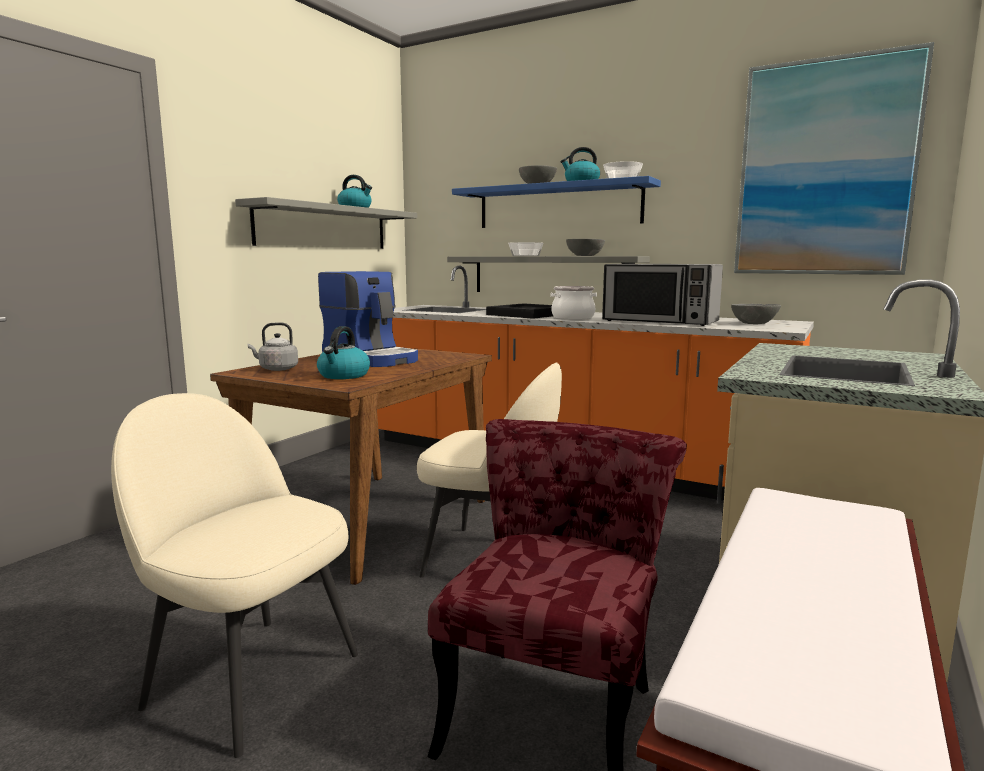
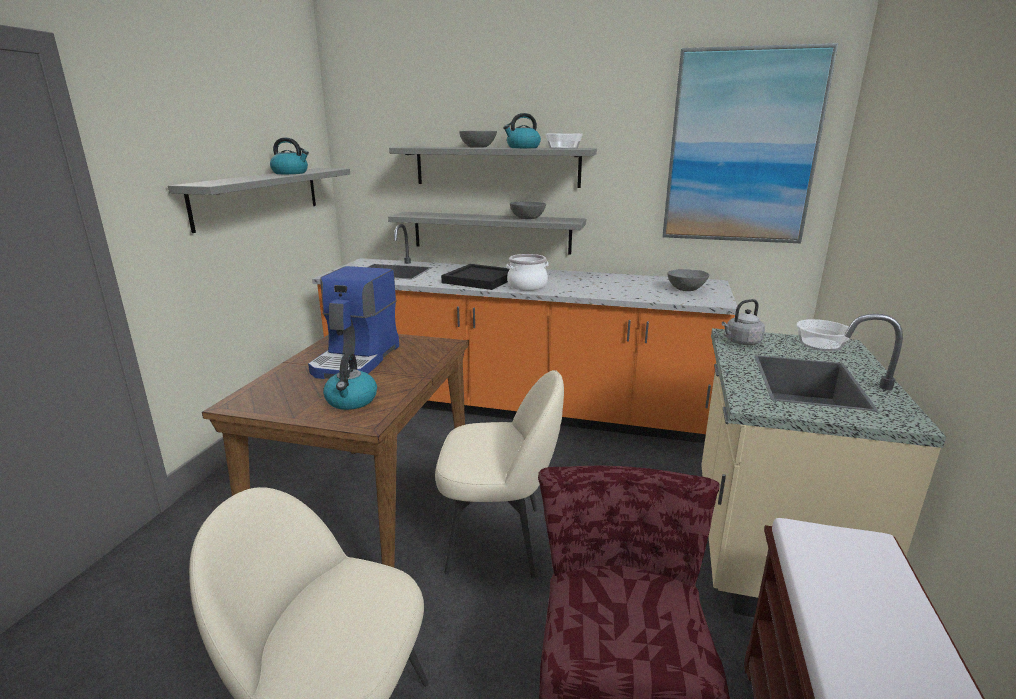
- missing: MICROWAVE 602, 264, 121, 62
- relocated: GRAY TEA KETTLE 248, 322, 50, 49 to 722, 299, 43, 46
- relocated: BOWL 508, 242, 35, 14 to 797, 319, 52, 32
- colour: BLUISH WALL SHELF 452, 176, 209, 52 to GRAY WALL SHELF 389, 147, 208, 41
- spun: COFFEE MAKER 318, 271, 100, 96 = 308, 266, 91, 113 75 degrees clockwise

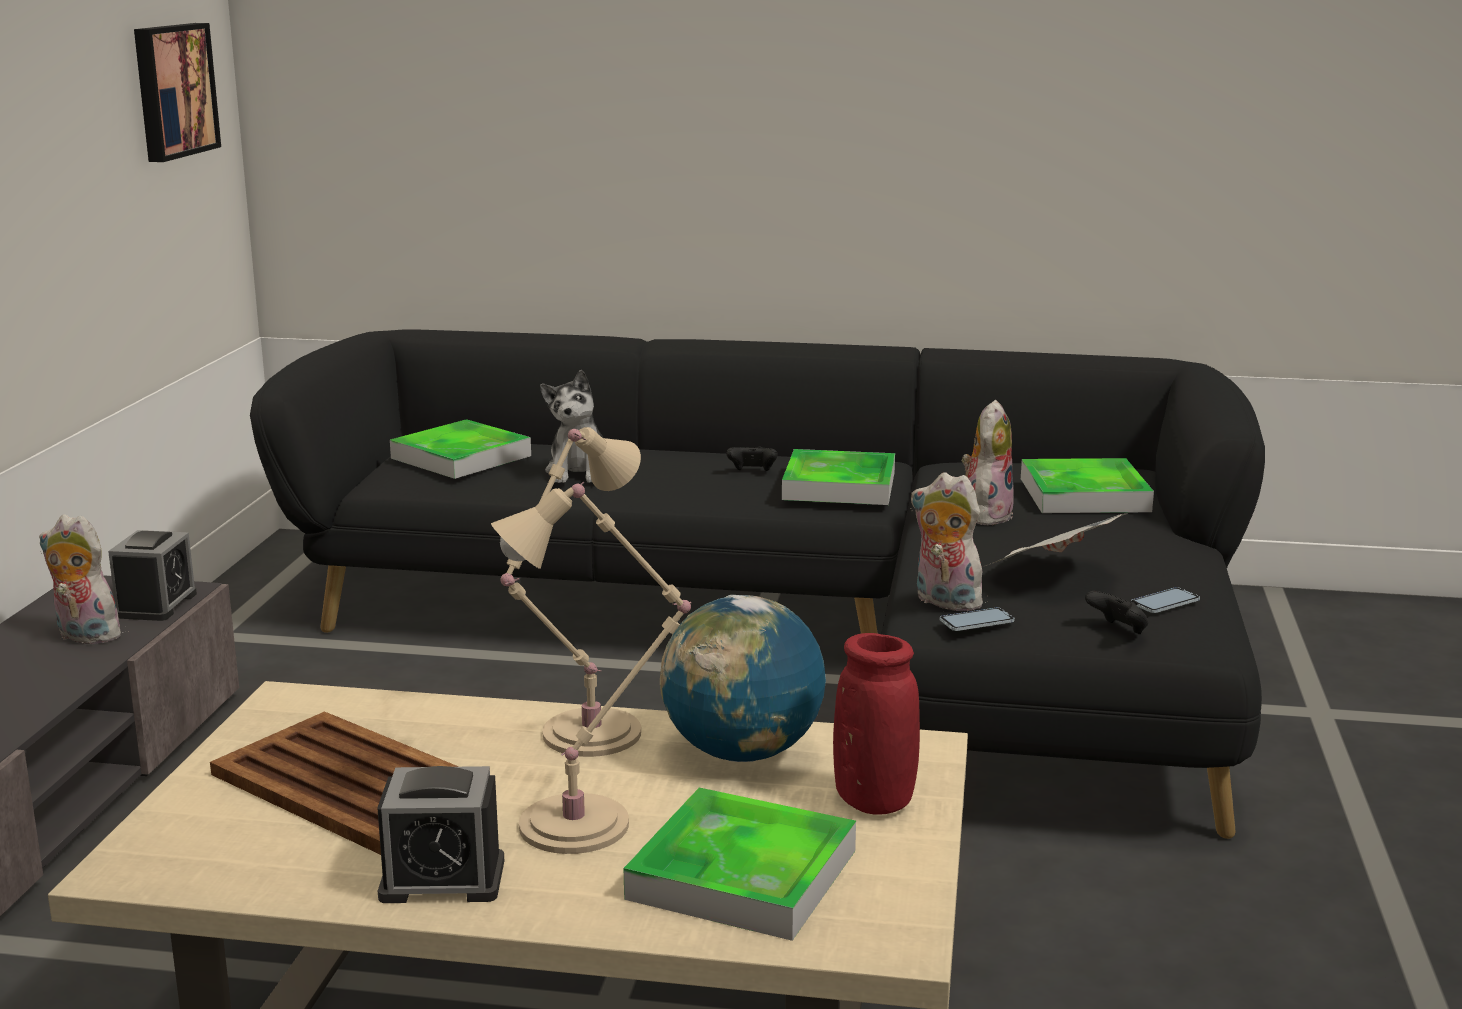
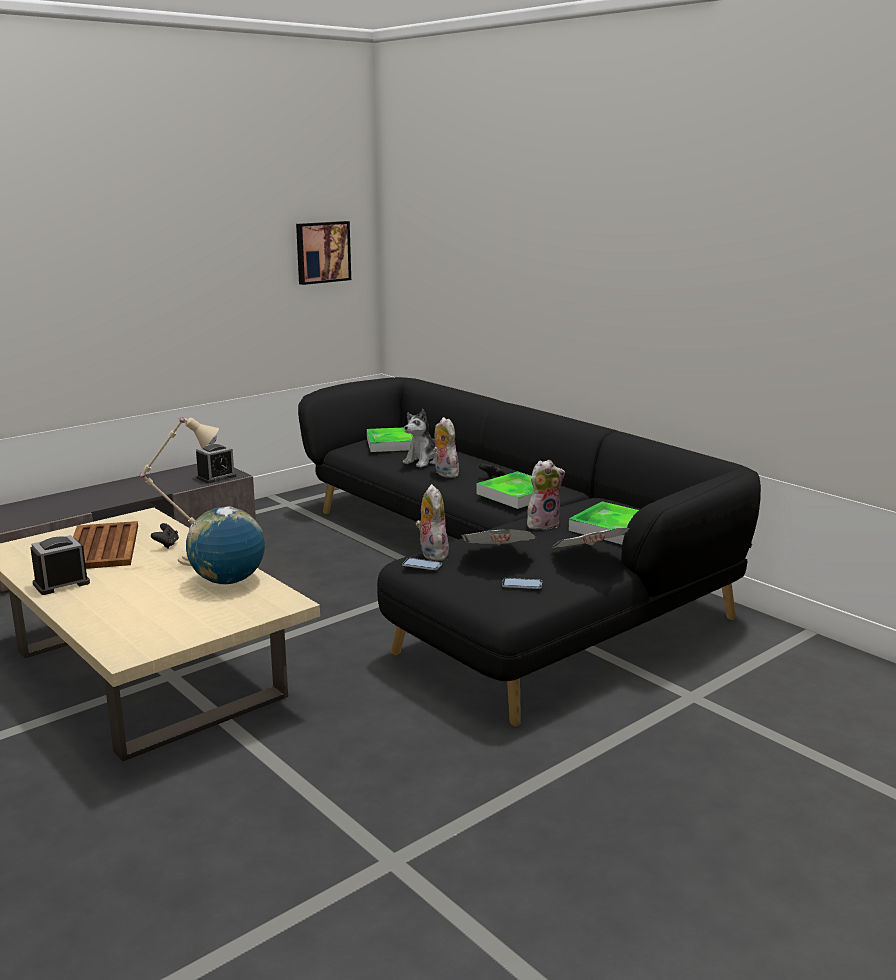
- missing: SAND-COLOURED LAMP FOR A TABLE 491, 481, 200, 373
- missing: SERVING TRAY 623, 788, 233, 153
- missing: REDDISH DECORATIVE VASE 833, 633, 87, 182
- appeared: PRINTED PAPER 551, 528, 79, 20
- relocated: SOFT TOY 39, 514, 84, 130 to 433, 417, 26, 61
- relocated: BLACK-COLOURED GAME CONTROLLER 1085, 591, 64, 43 to 151, 523, 28, 26
- spun: ALARM CLOCK 377, 766, 127, 137 = 31, 535, 59, 60 105 degrees clockwise

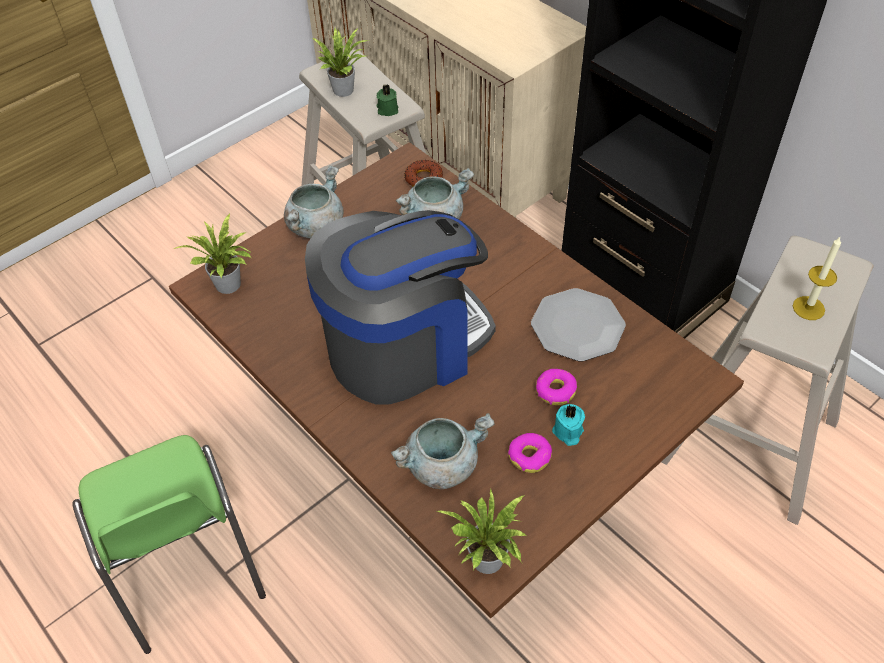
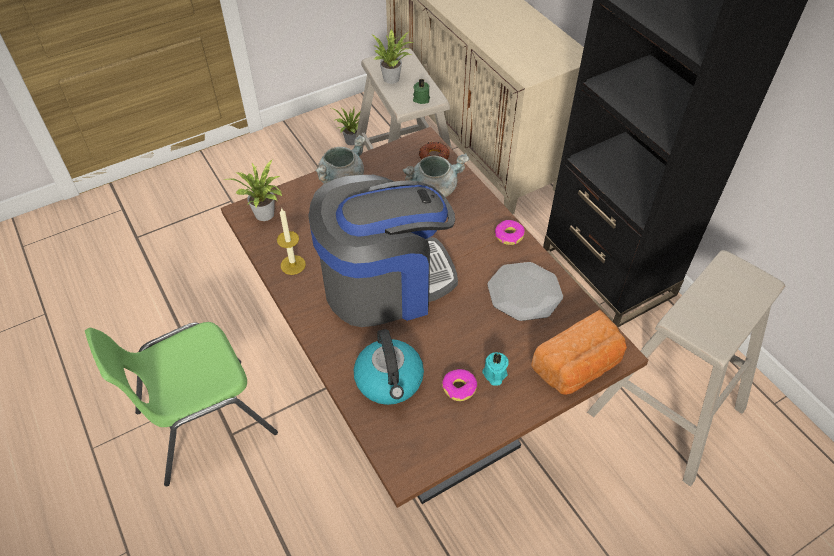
- appeared: BAKED BREAD 531, 310, 96, 85
- relocated: POTTED PLANT 437, 488, 90, 86 to 331, 107, 29, 38
- relocated: RING DOUGHNUT 536, 369, 41, 36 to 495, 220, 30, 25
- relocated: CANDLE 793, 237, 48, 83 to 277, 208, 29, 67
- exchanged: GRAY STOCKPOT 391, 413, 104, 76 to TEA KETTLE 354, 329, 70, 76
- spun: GREENISH UPRIGHT CHAIR 72, 435, 194, 219 = 85, 322, 193, 164 75 degrees clockwise

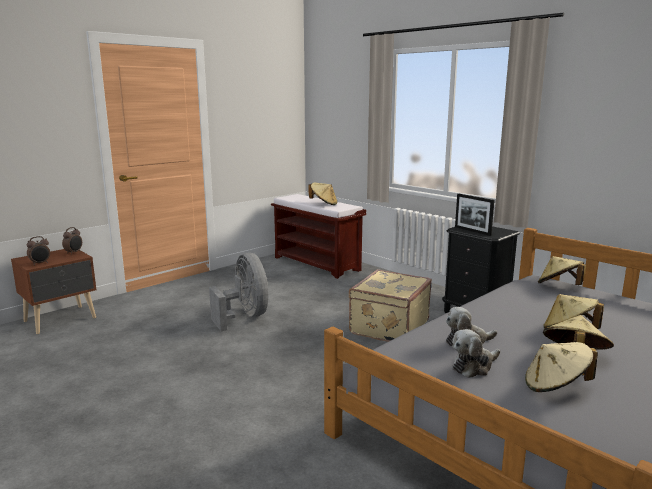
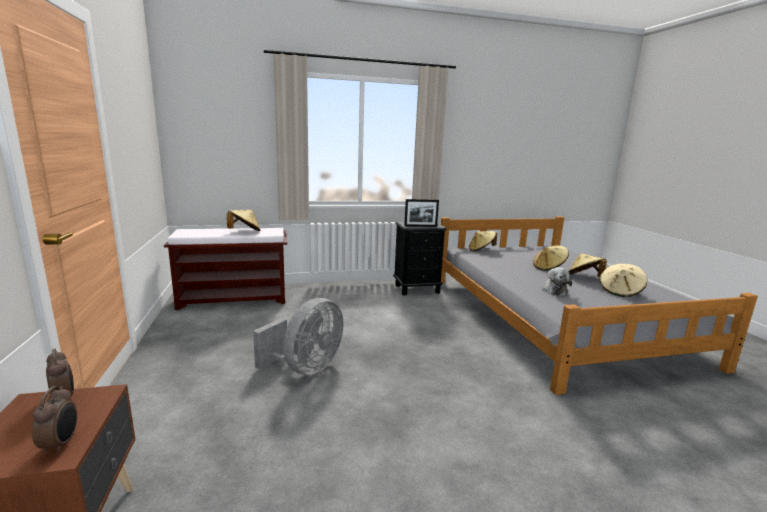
- missing: SAND-COLOURED TRAVEL CASE 349, 269, 83, 73
- missing: SOFT TOY 452, 329, 48, 49
- spun: GRAY COOLING FAN 209, 253, 60, 78 = 253, 298, 91, 77 120 degrees clockwise

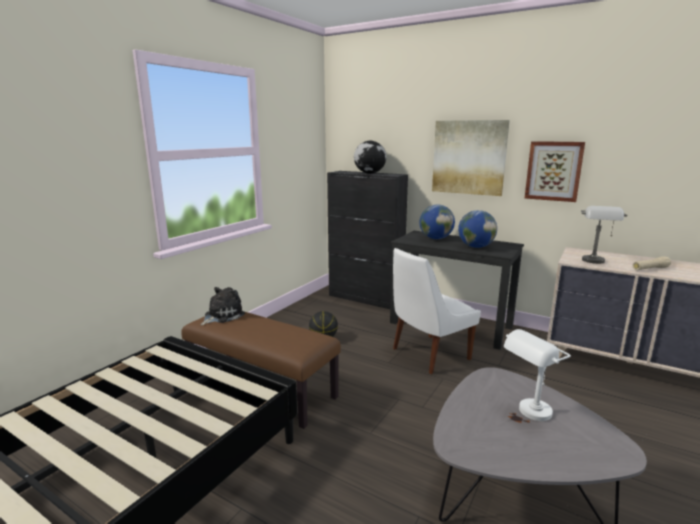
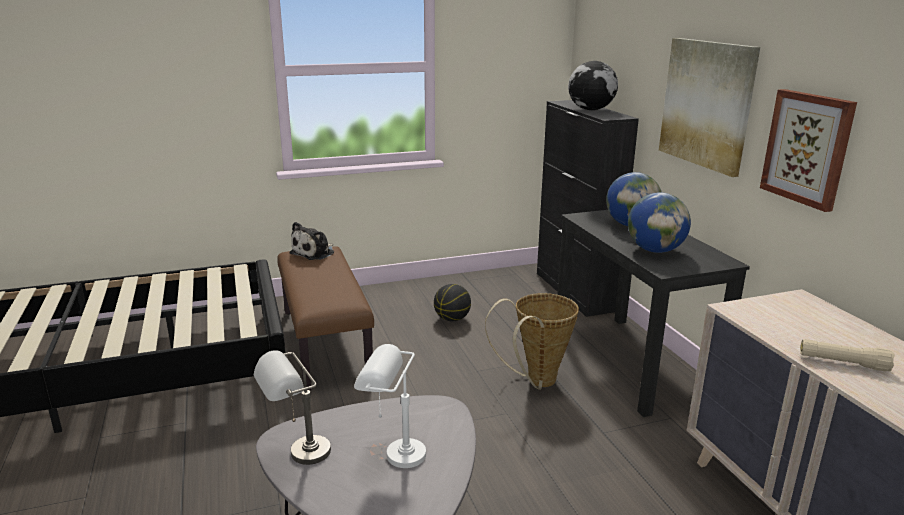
- relocated: GRAY LAMP FOR A TABLE 581, 206, 46, 58 to 254, 350, 77, 115
- exchanged: WHITE UPRIGHT CHAIR 393, 248, 88, 126 to STORAGE BASKET 485, 293, 94, 97
- spun: SOFT TOY 200, 287, 45, 38 = 289, 222, 45, 38 135 degrees clockwise

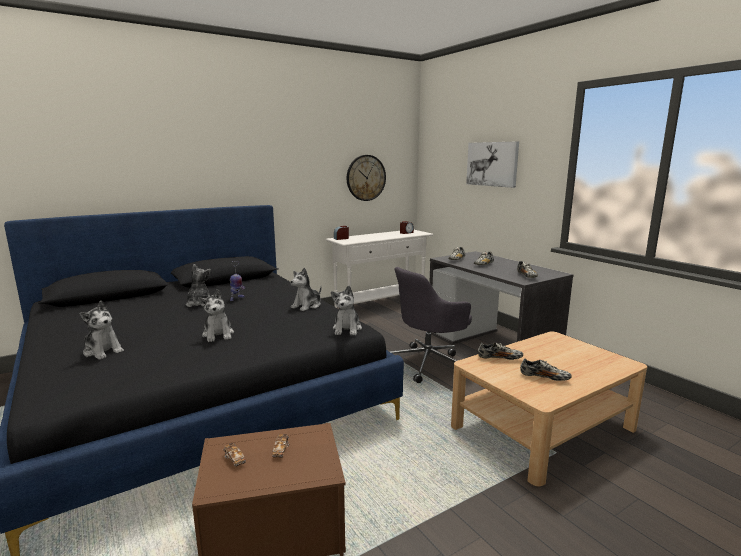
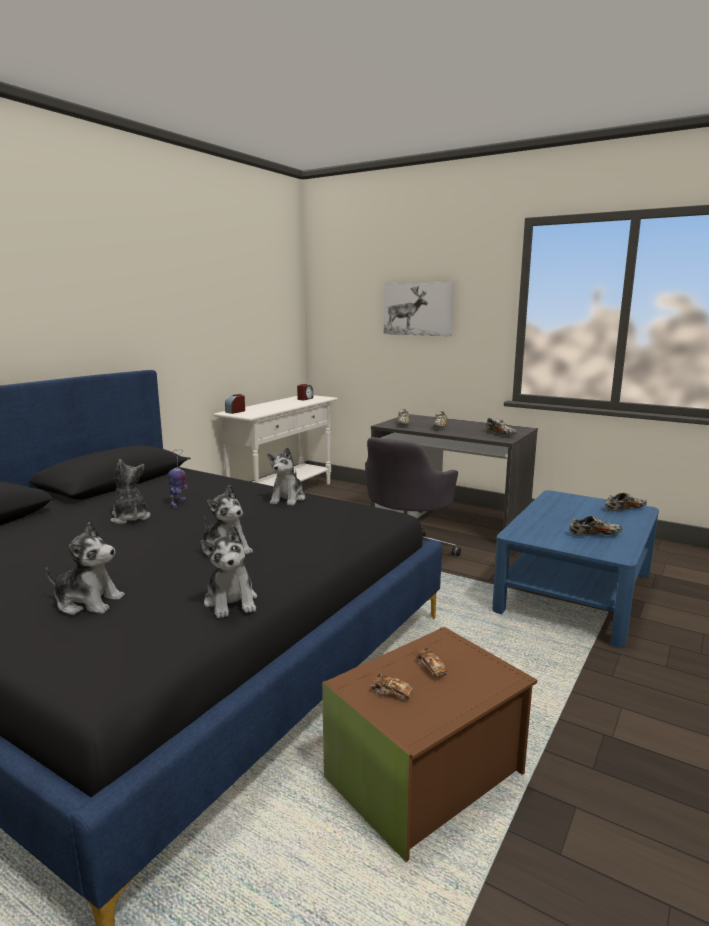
- missing: CLOCK ON THE WALL 347, 155, 39, 46
- relocated: SOFT TOY 331, 286, 31, 49 to 200, 525, 57, 93
- relocated: ITEM OF FOOTWEAR 478, 342, 45, 18 to 605, 493, 42, 18
- colour: SAND-COLOURED COFFEE TABLE 451, 331, 196, 155 to BLUISH COFFEE TABLE 492, 490, 167, 157

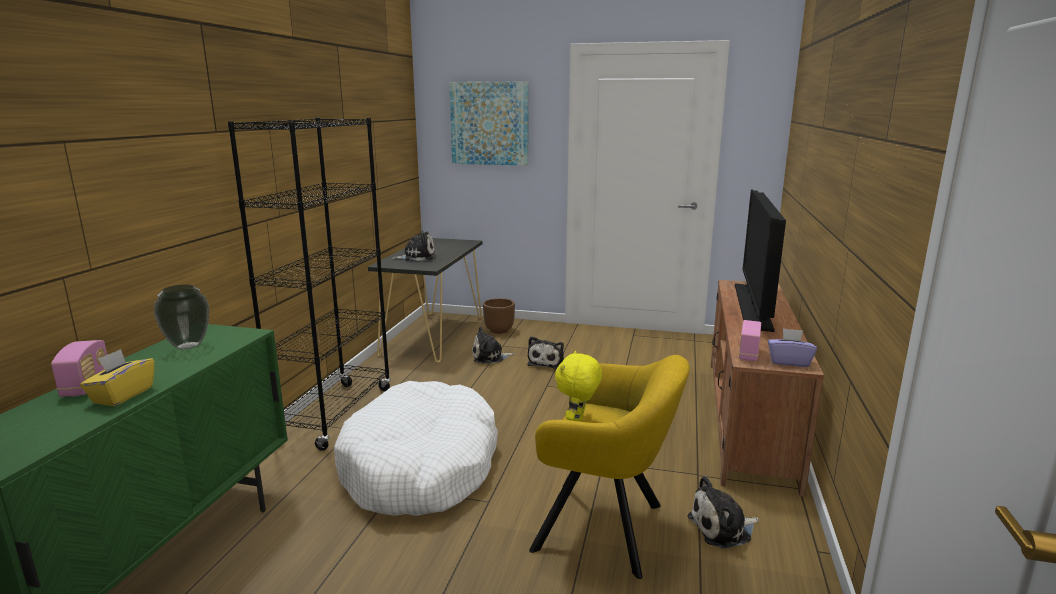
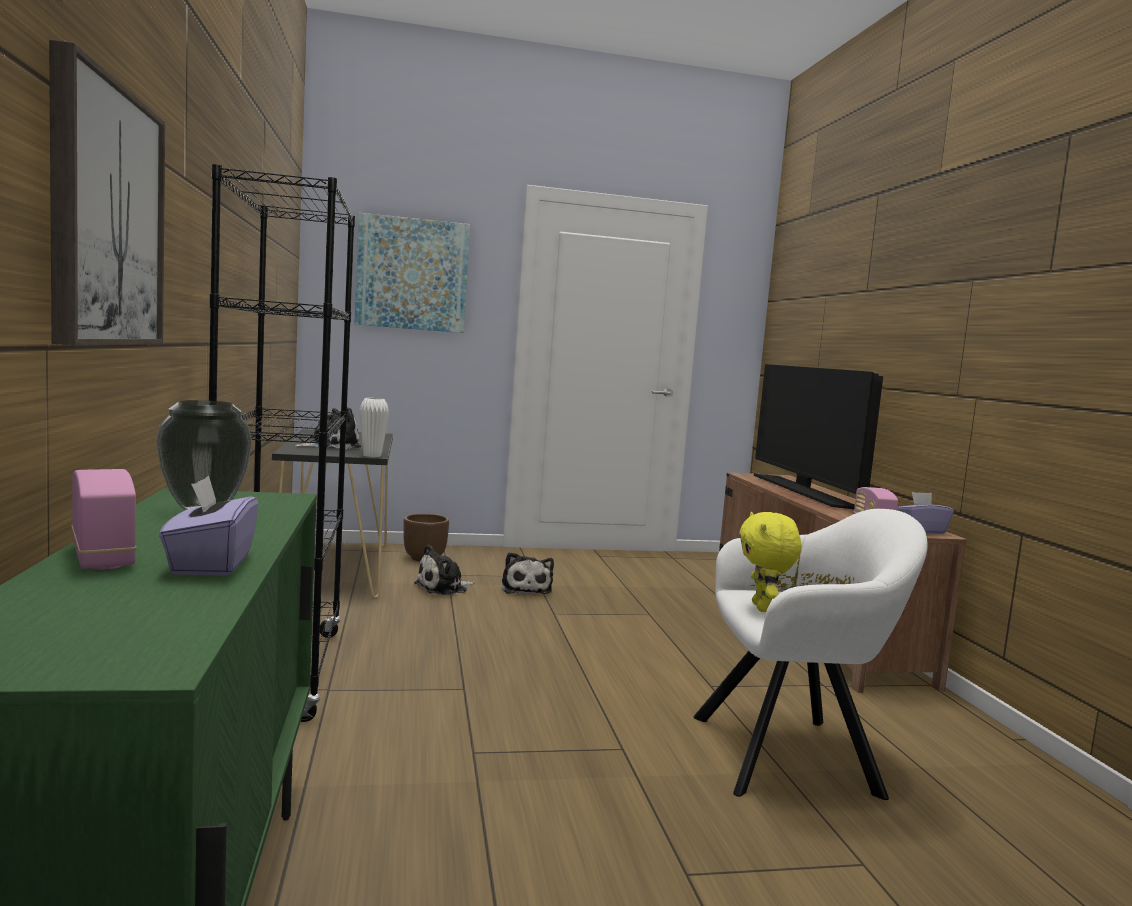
- missing: WHITE DOG BED 334, 381, 164, 135
- missing: SOFT TOY 687, 476, 72, 72
- appeared: PICTURE 49, 40, 116, 305
- appeared: WHITE DECORATIVE VASE 359, 398, 30, 59
- colour: YELLOW BOX OF TISSUES 80, 349, 75, 57 to PURPLE-COLOURED BOX OF TISSUES 159, 475, 100, 101
- colour: YELLOW LOUNGE CHAIR 529, 355, 161, 224 to WHITE LOUNGE CHAIR 694, 509, 234, 291

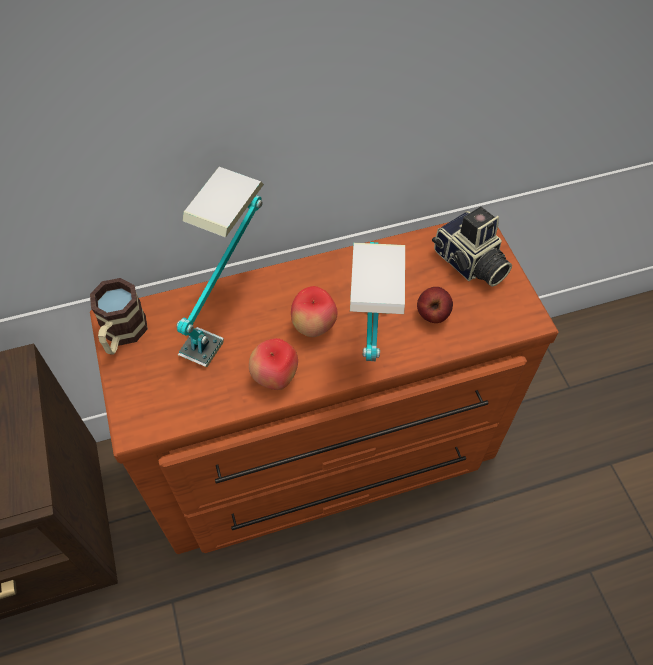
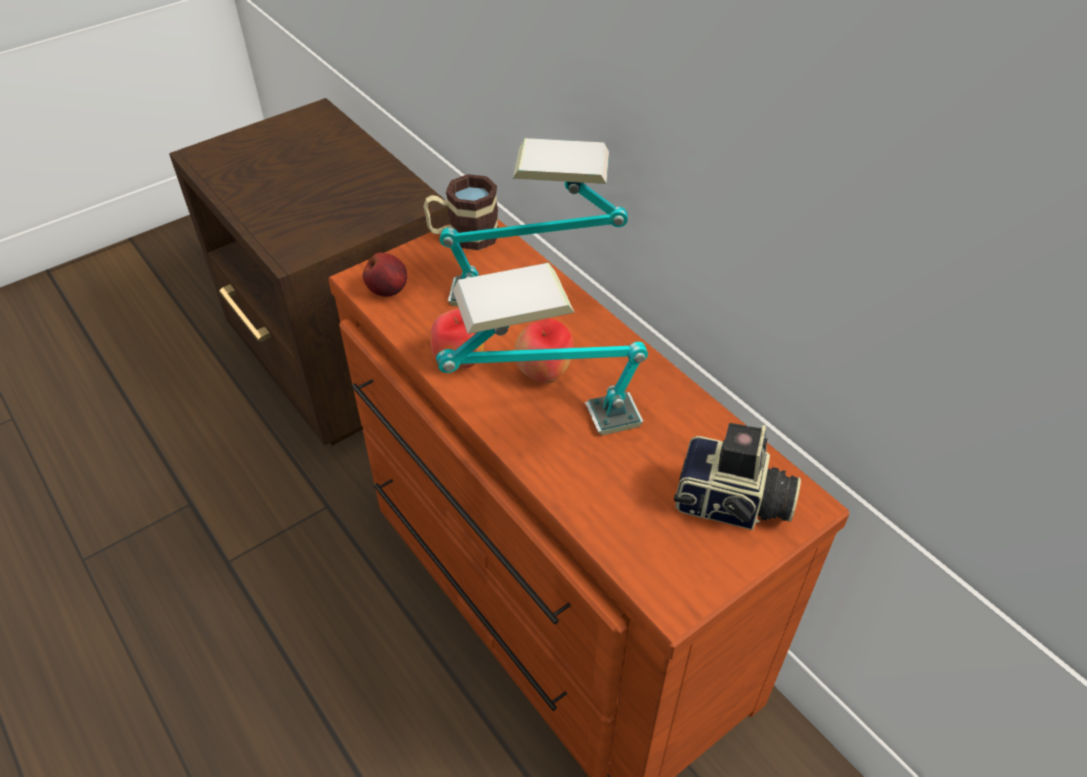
- relocated: APPLE FRUIT 417, 287, 36, 36 to 363, 252, 45, 45
- spun: PHOTO CAMERA 432, 206, 80, 81 = 674, 423, 127, 107 105 degrees counterclockwise

